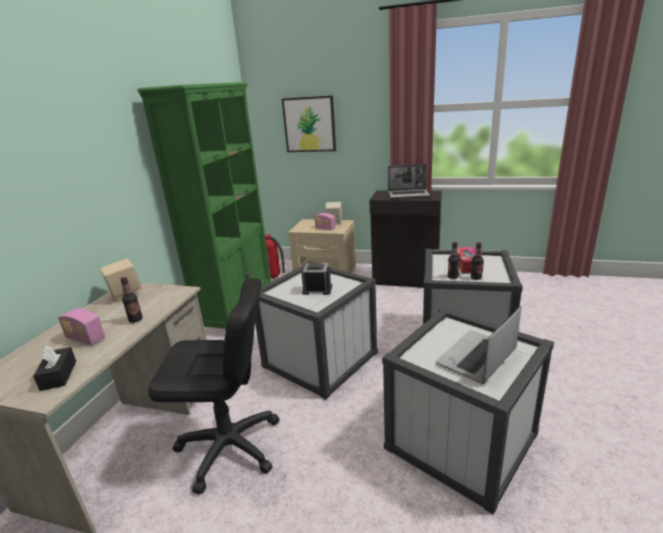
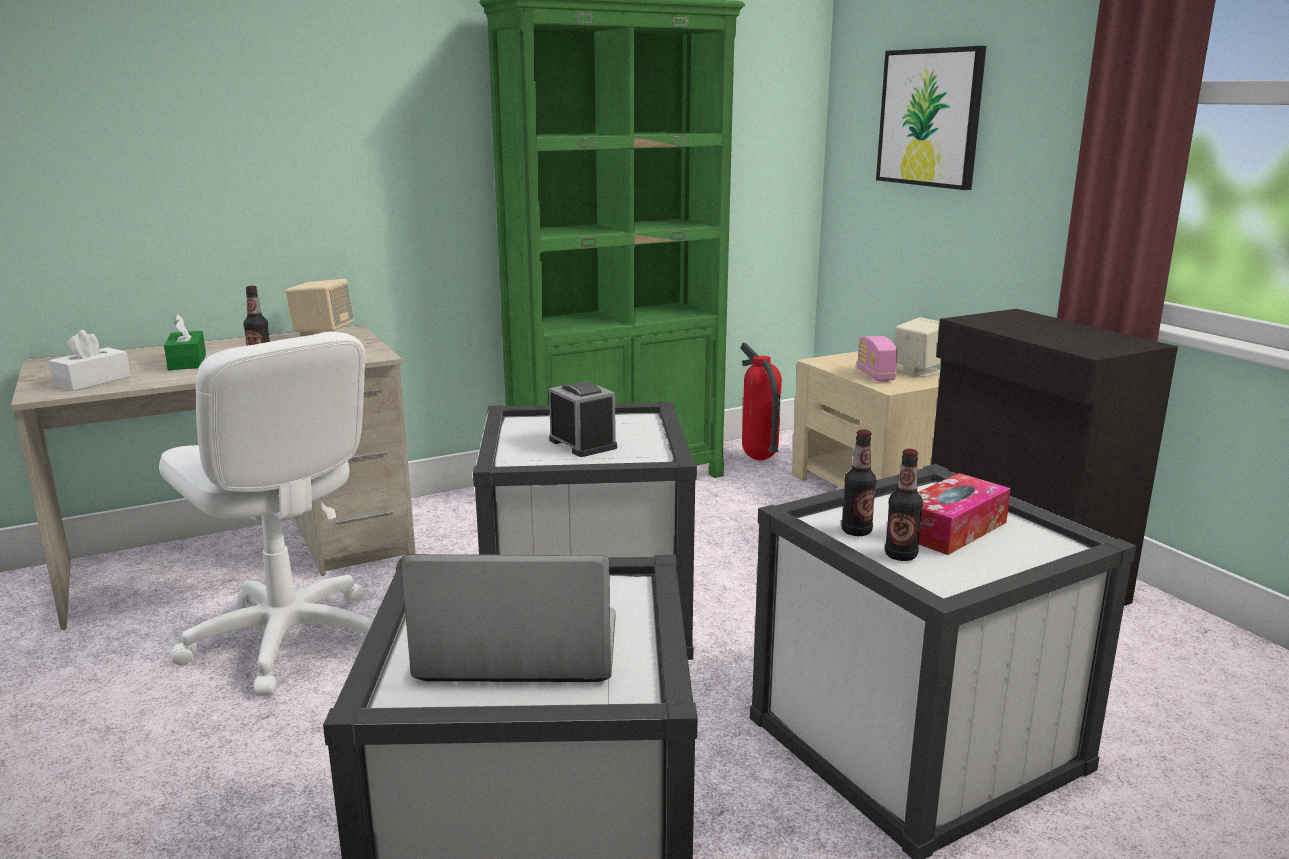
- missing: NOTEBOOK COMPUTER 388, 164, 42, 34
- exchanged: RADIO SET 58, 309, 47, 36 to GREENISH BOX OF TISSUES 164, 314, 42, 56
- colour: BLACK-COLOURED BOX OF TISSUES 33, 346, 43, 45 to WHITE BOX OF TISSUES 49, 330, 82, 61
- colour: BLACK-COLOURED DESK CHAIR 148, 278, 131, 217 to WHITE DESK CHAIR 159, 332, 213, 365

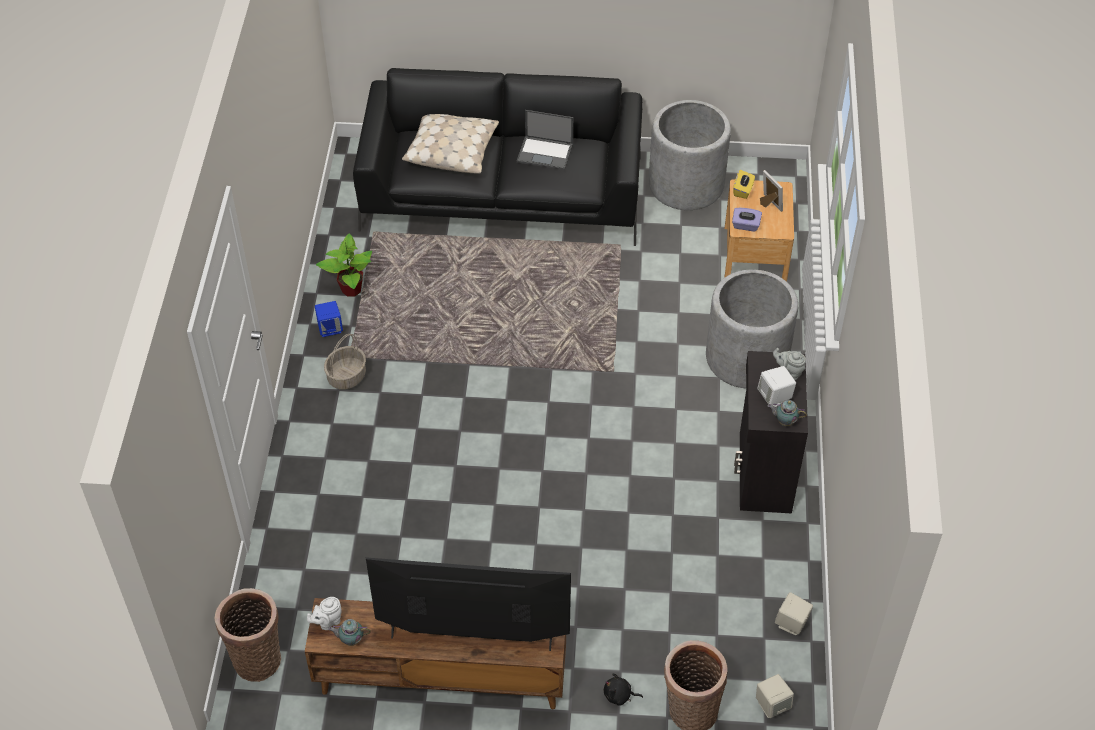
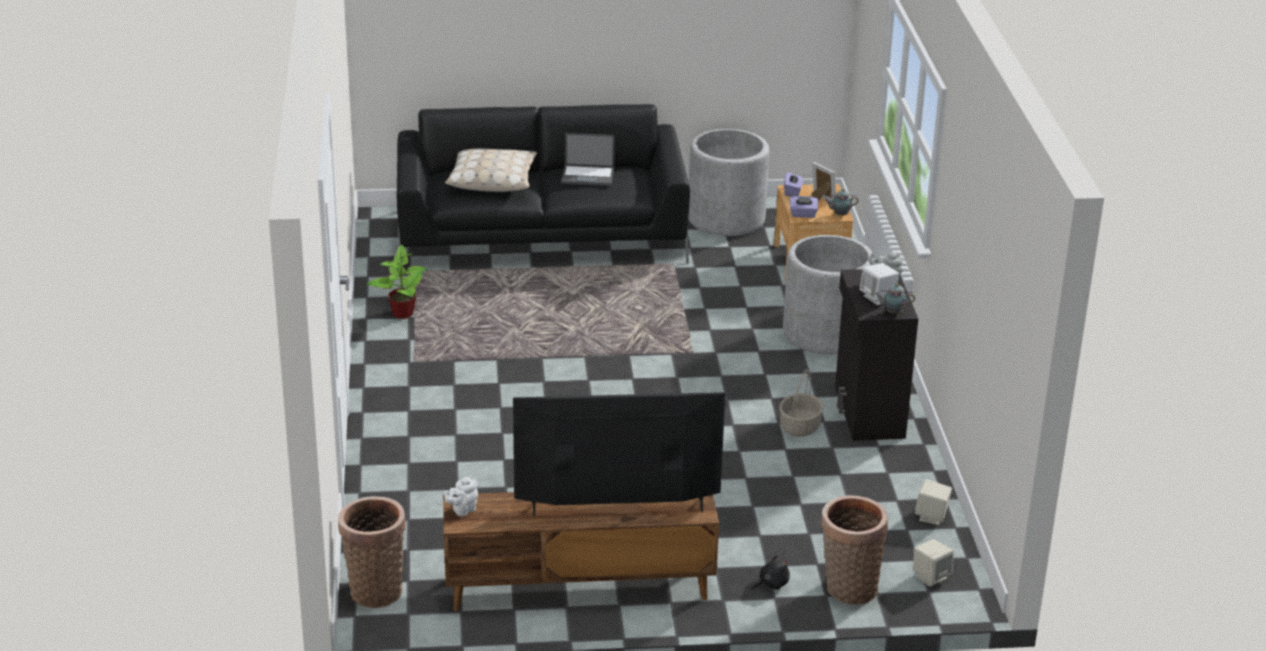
- missing: BLUISH LOUDSPEAKER 315, 301, 28, 36
- relocated: STORAGE BASKET 324, 334, 42, 56 to 779, 370, 45, 67
- relocated: POT FOR TEA 328, 619, 43, 27 to 825, 189, 34, 27
- colour: YELLOW BOX OF TISSUES 733, 170, 22, 29 to PURPLE-COLOURED BOX OF TISSUES 784, 172, 19, 25
- spun: BLACK-COLOURED SOFT TOY 604, 674, 39, 31 = 751, 555, 39, 35 150 degrees clockwise

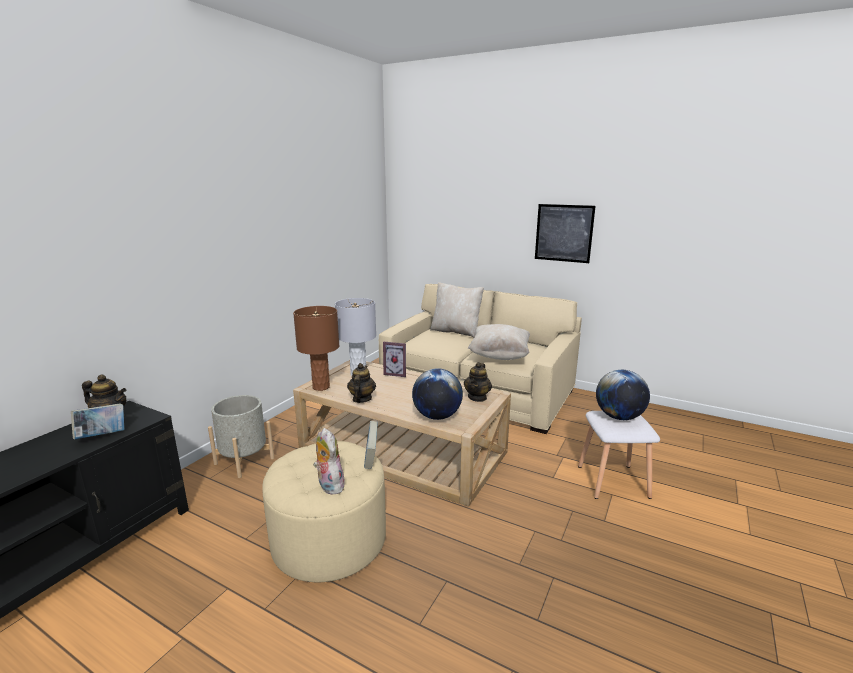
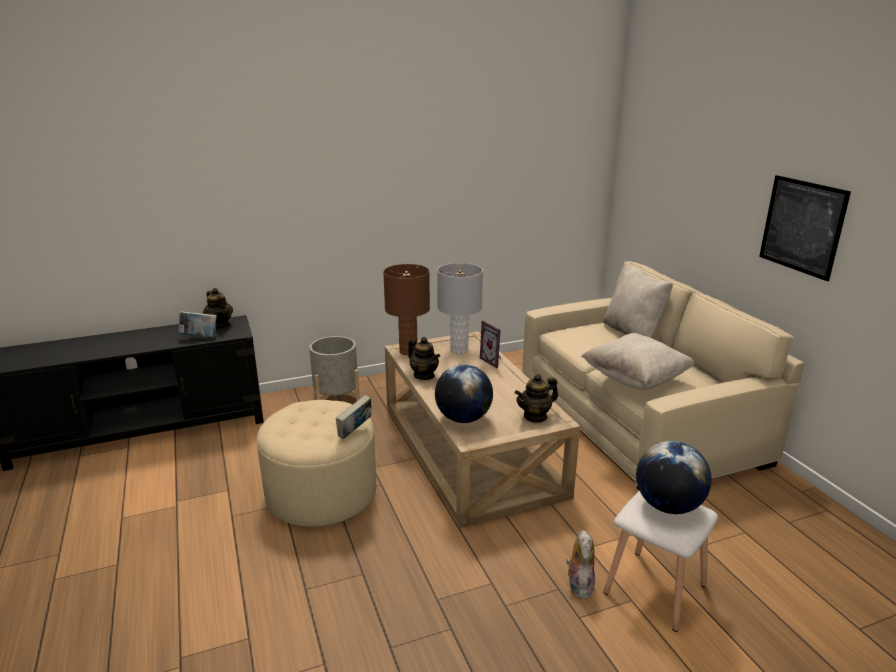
- relocated: SOFT TOY 313, 428, 32, 67 to 566, 530, 29, 69
- spun: POT FOR TEA 347, 363, 29, 40 = 408, 337, 32, 43 90 degrees clockwise

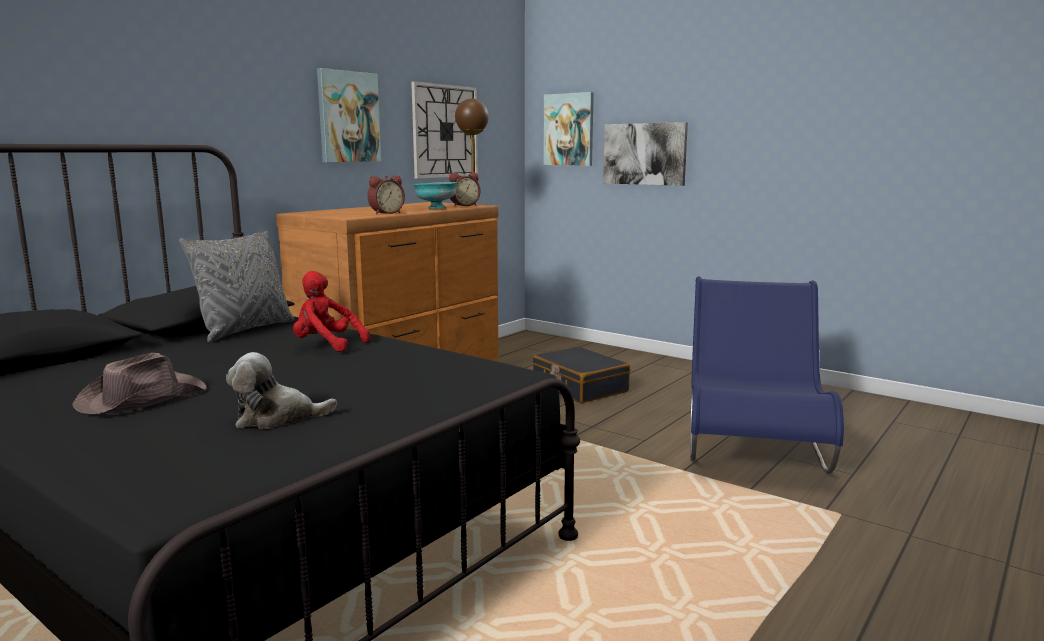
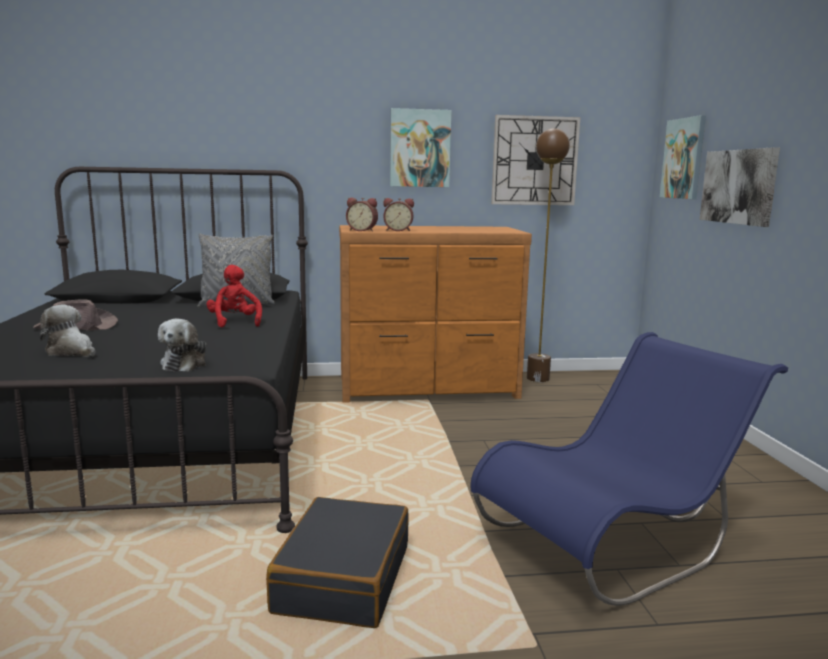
- missing: BLUE-GREEN BOWL 413, 182, 44, 27
- appeared: SOFT TOY 158, 319, 48, 53
- relocated: ALARM CLOCK 449, 172, 31, 35 to 346, 198, 32, 34
- relocated: BLACK-COLOURED TRAVEL CASE 532, 346, 98, 57 to 266, 497, 143, 131

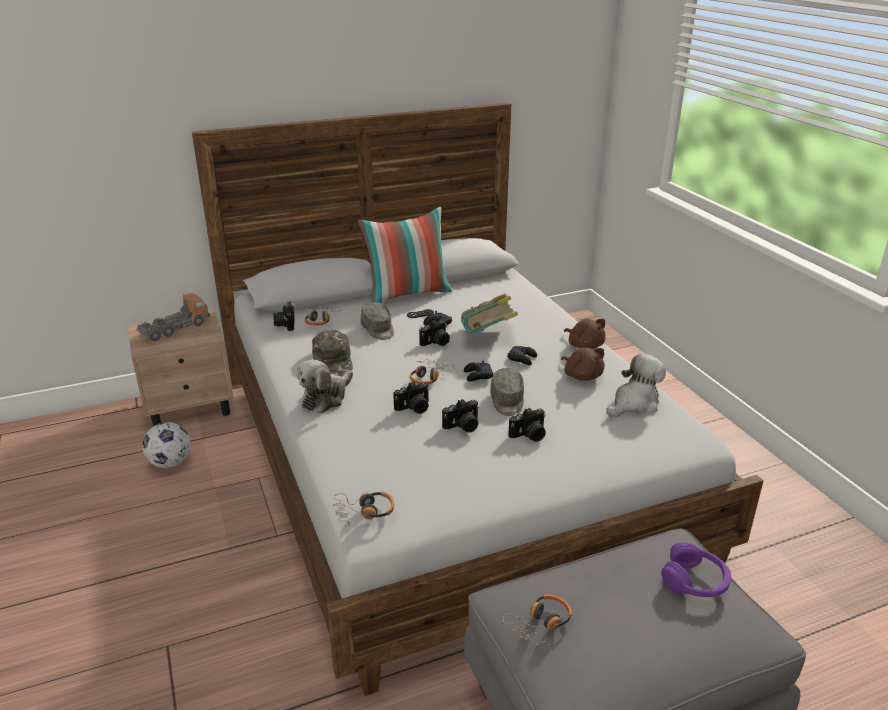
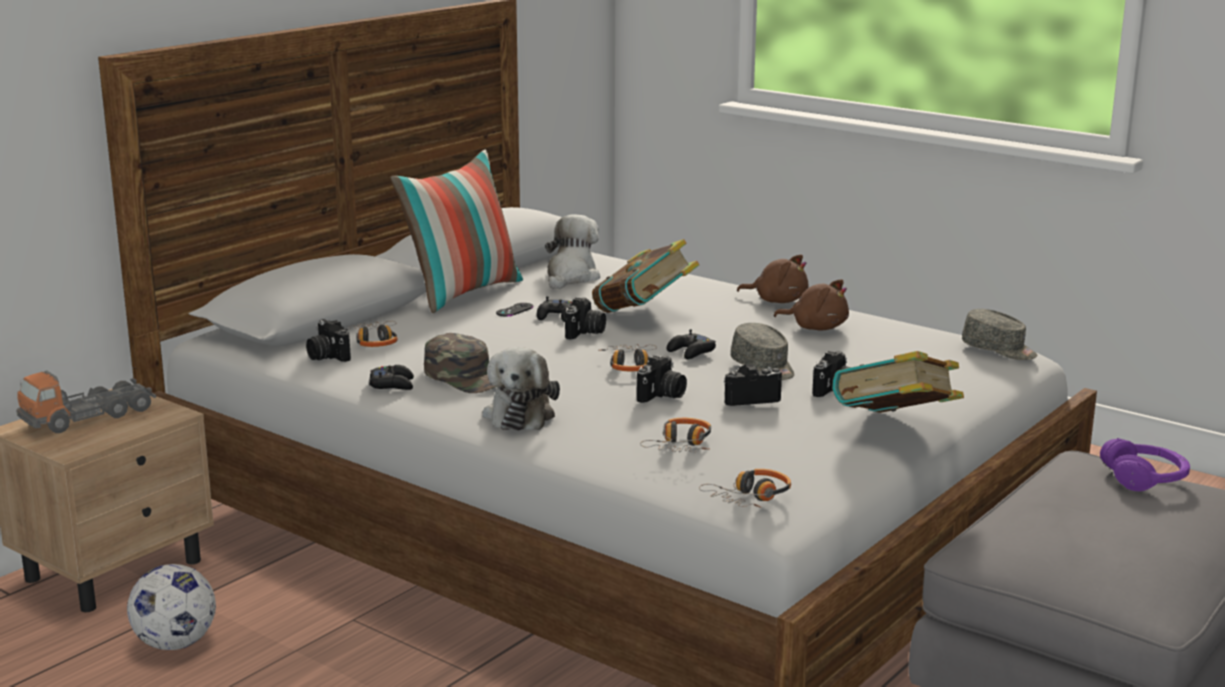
- appeared: BOUND BOOK 832, 351, 132, 62
- relocated: GRAY PEAKED CAP 361, 302, 33, 38 to 962, 309, 75, 51
- relocated: HEADSET 503, 594, 69, 52 to 640, 418, 71, 35
- relocated: BLACK-COLOURED GAME CONTROLLER 507, 346, 30, 19 to 369, 365, 45, 25
- relocated: SOFT TOY 606, 354, 60, 63 to 545, 214, 55, 76
- spun: TOY LORRY 136, 293, 75, 48 = 16, 370, 140, 63 150 degrees counterclockwise
- spun: PHOTO CAMERA 442, 399, 37, 34 = 724, 364, 58, 42 135 degrees counterclockwise

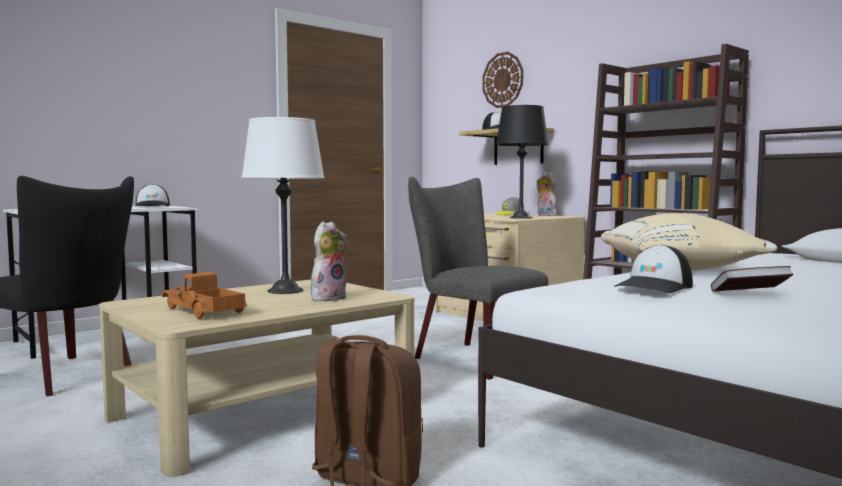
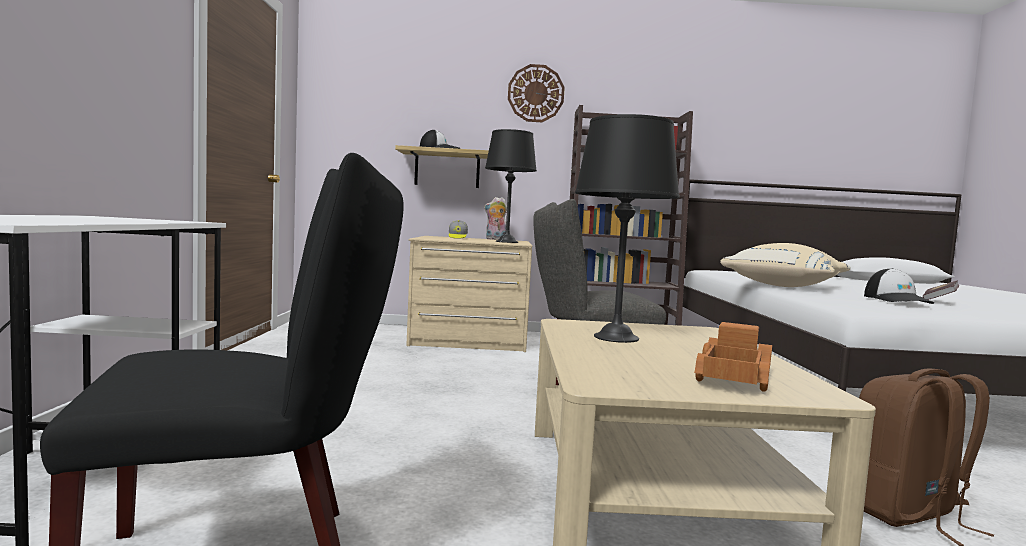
- missing: PEAKED CAP 135, 184, 35, 23
- missing: SOFT TOY 311, 221, 37, 80
- relocated: CLOCK ON THE WALL 482, 52, 41, 56 to 508, 64, 57, 58
- colour: WHITE LAMP FOR A TABLE 241, 117, 83, 177 to BLACK-COLOURED LAMP FOR A TABLE 575, 114, 105, 229
- spun: TOY LORRY 162, 272, 86, 47 = 694, 322, 78, 70 120 degrees clockwise

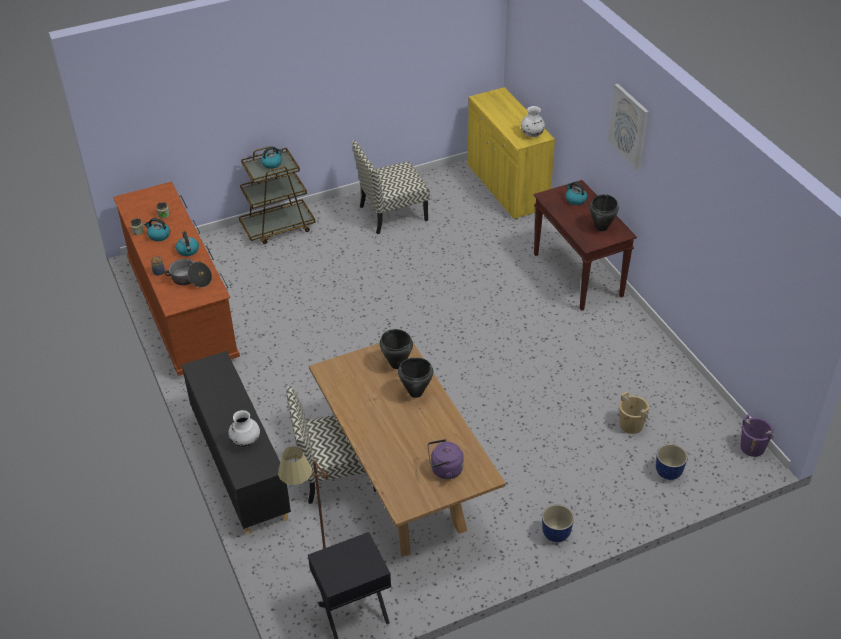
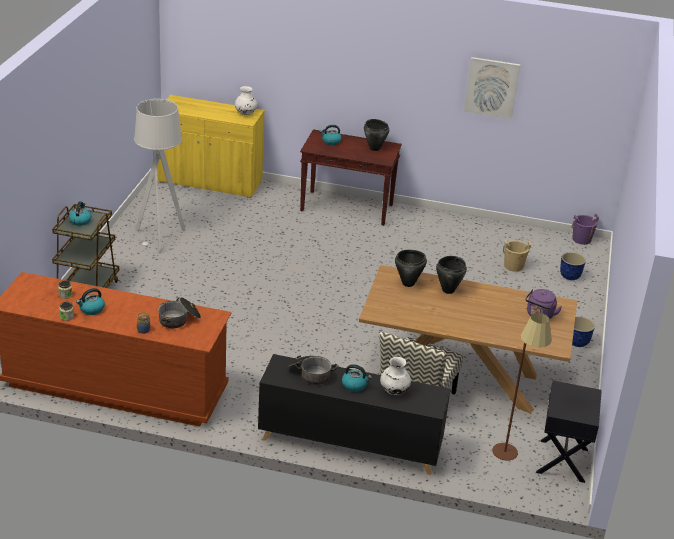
- appeared: STOCKPOT 287, 355, 50, 30
- relocated: TEA KETTLE 176, 231, 23, 25 to 342, 364, 30, 28
- relocated: PICTURE 608, 84, 41, 86 to 464, 57, 56, 62
- exchanged: UPRIGHT CHAIR 352, 140, 78, 94 to GRAY STANDARD LAMP 134, 99, 51, 154

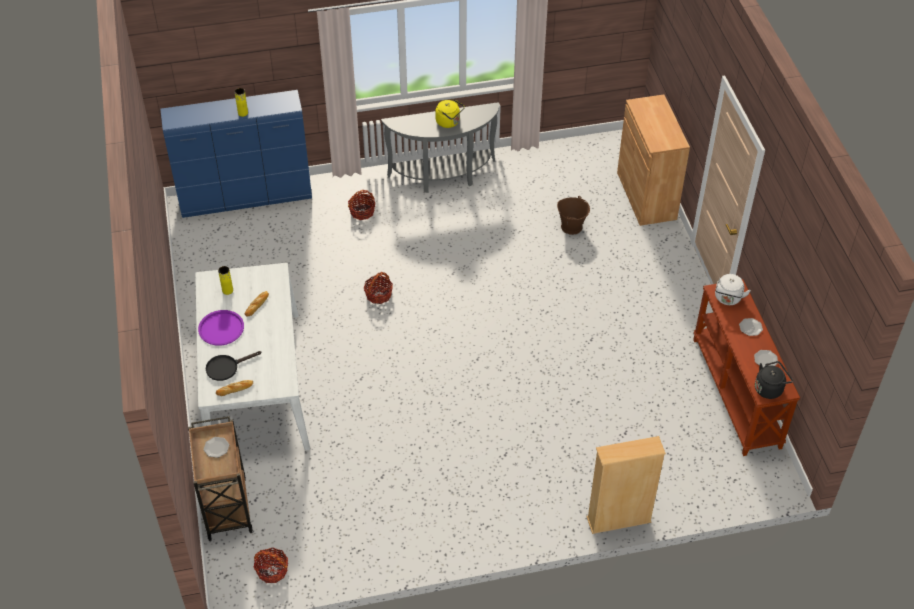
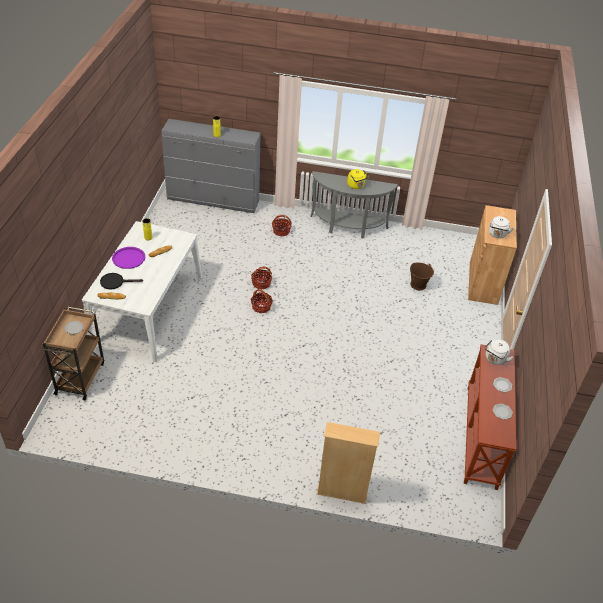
- missing: BLACK-COLOURED TEA KETTLE 755, 361, 38, 38
- appeared: WHITE TEA KETTLE 489, 216, 25, 22
- relocated: STORAGE BASKET 254, 547, 34, 36 to 251, 289, 22, 24
- colour: BLUISH DRESSER 160, 90, 152, 128 to GRAY DRESSER 162, 119, 99, 94

